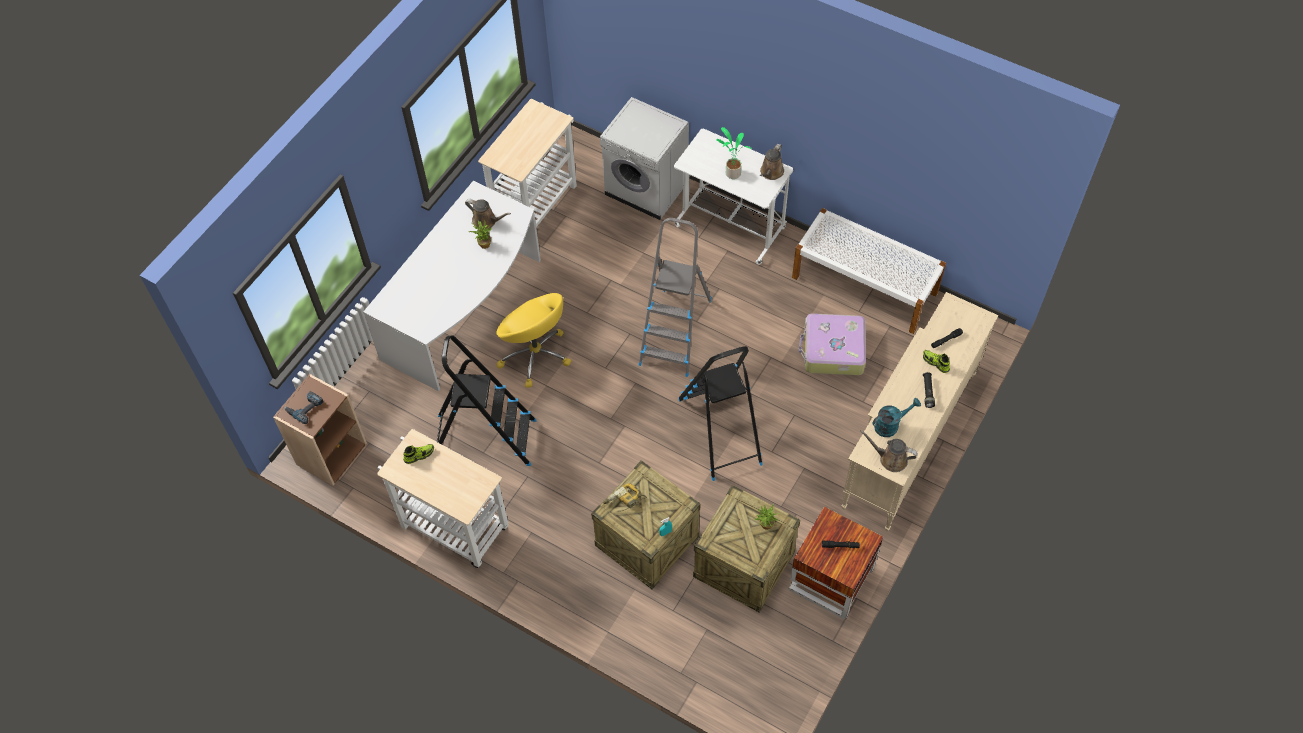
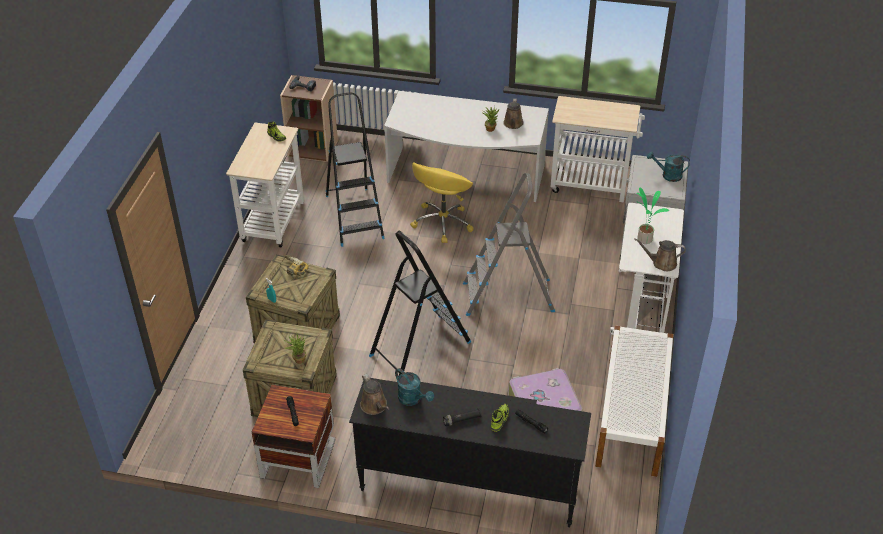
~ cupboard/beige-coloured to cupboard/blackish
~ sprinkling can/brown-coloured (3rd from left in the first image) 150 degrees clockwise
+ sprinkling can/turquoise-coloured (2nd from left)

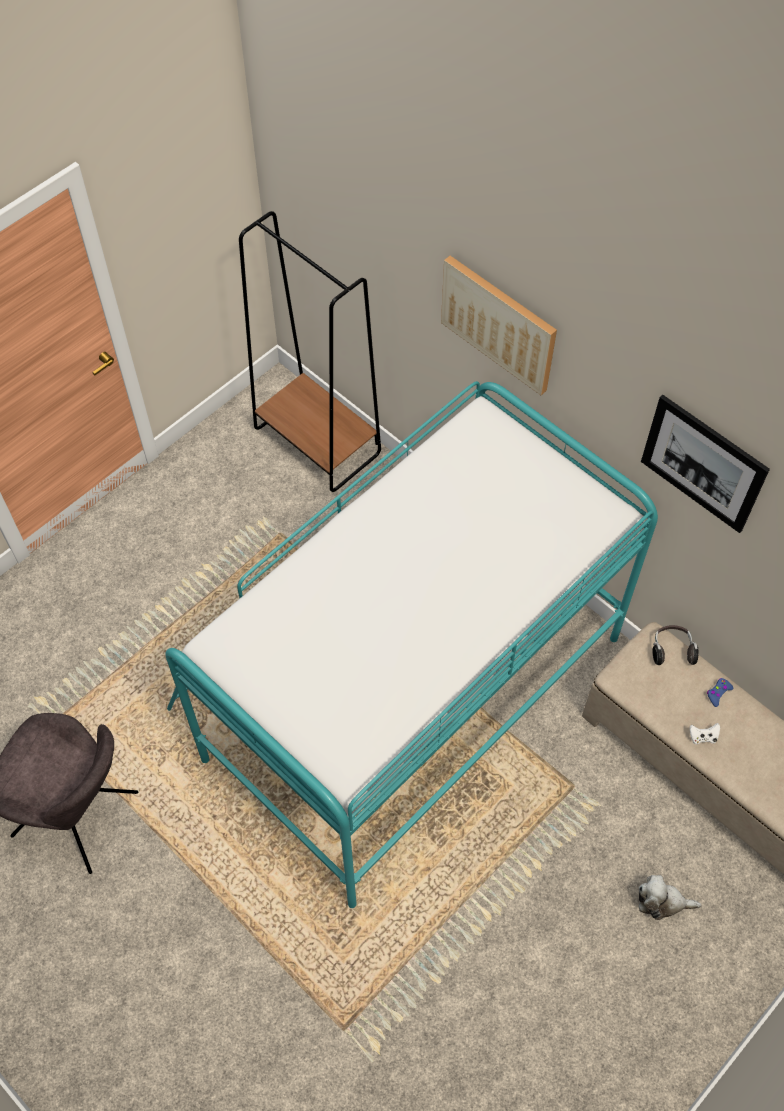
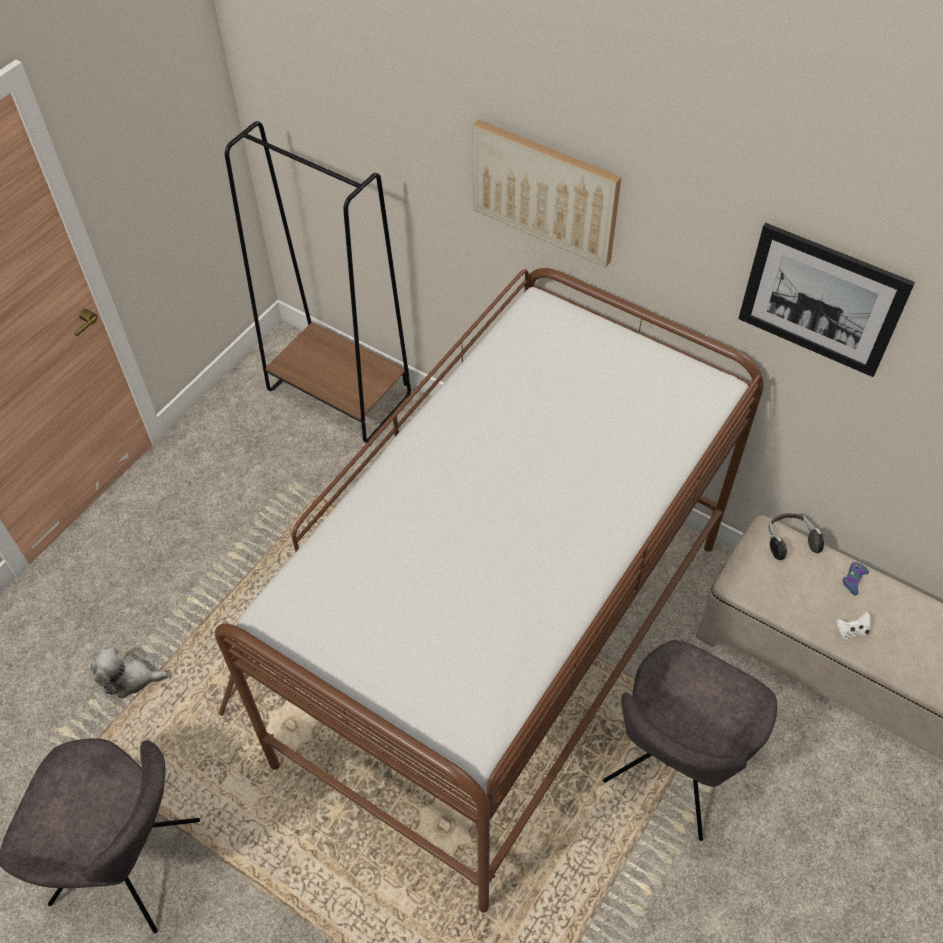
~ sleeping bed/turquoise-coloured to sleeping bed/brown-coloured
~ cuddly toy
+ chair/greyish (2nd from left)

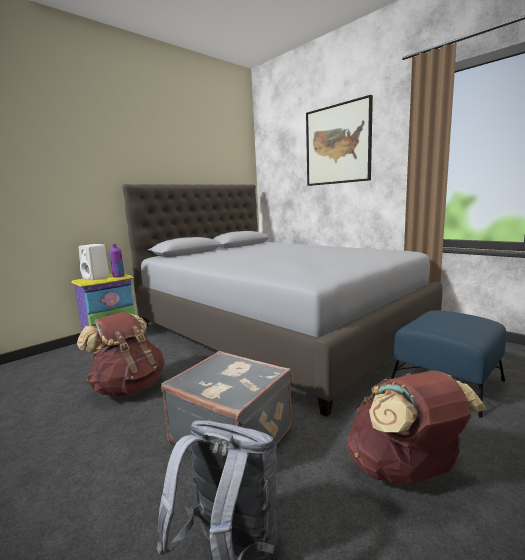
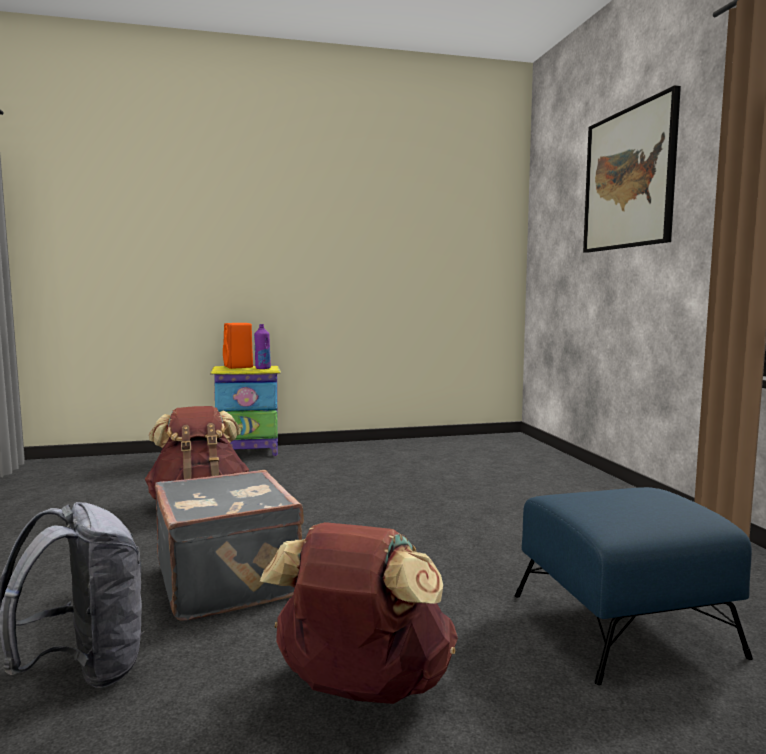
~ speaker/white to speaker/orange-coloured
- sleeping bed/greyish

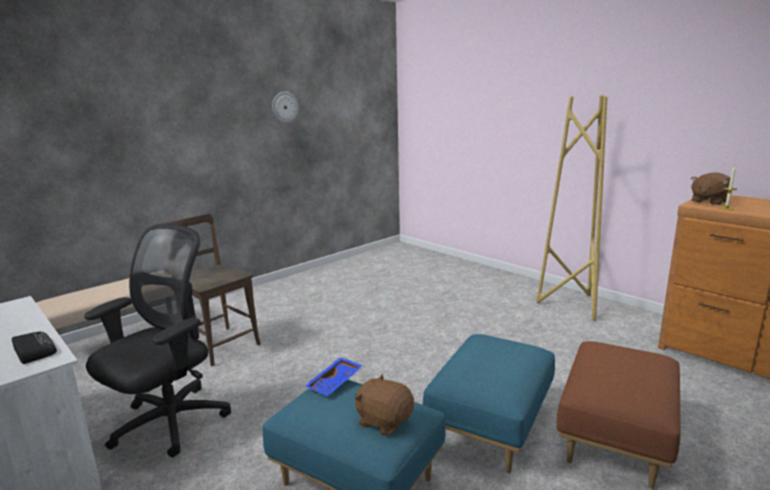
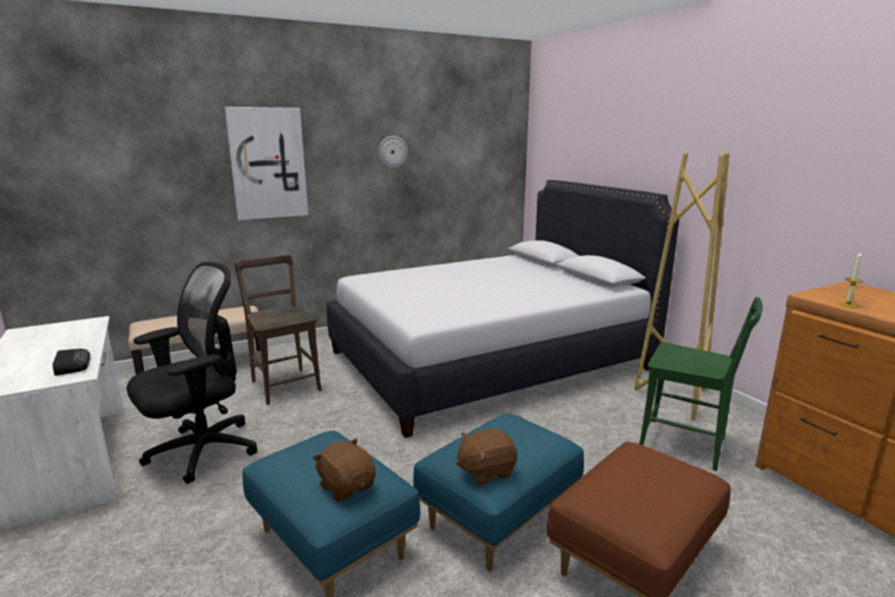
- carrying tray/blue-coloured
~ cuddly toy/brown-coloured (2nd from left)
+ wall picture
+ sleeping bed/white
+ chair/green-coloured

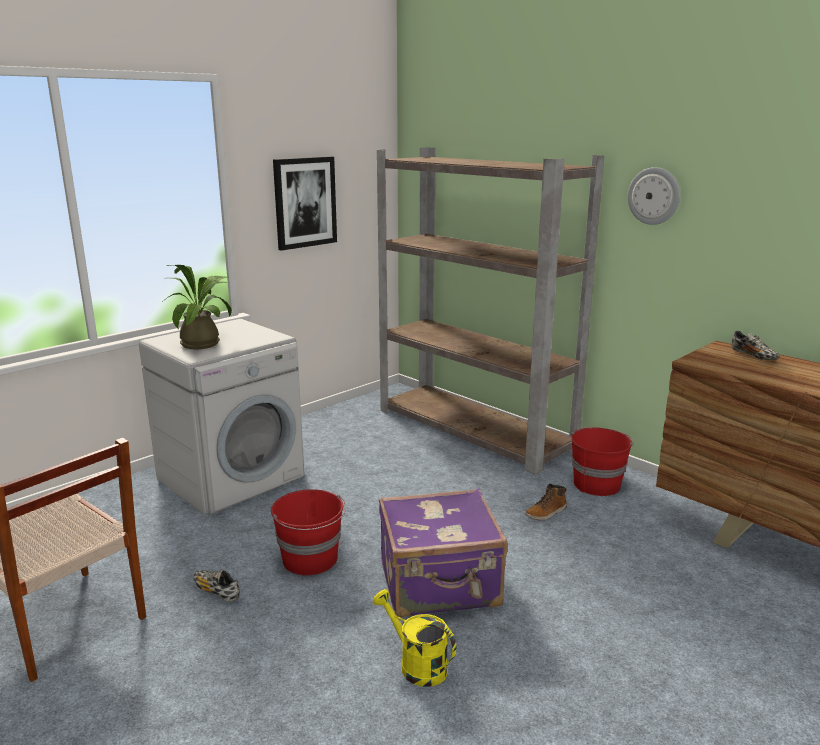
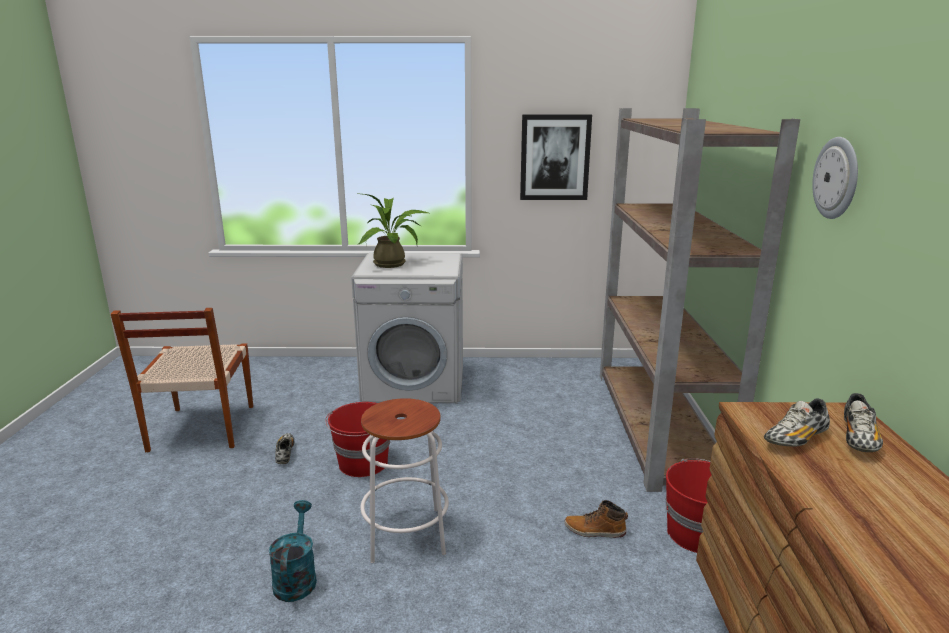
~ sprinkling can/yellowish to sprinkling can/turquoise-coloured
~ piece of luggage/purple to sitting stool/white
+ low shoe (2nd from left)

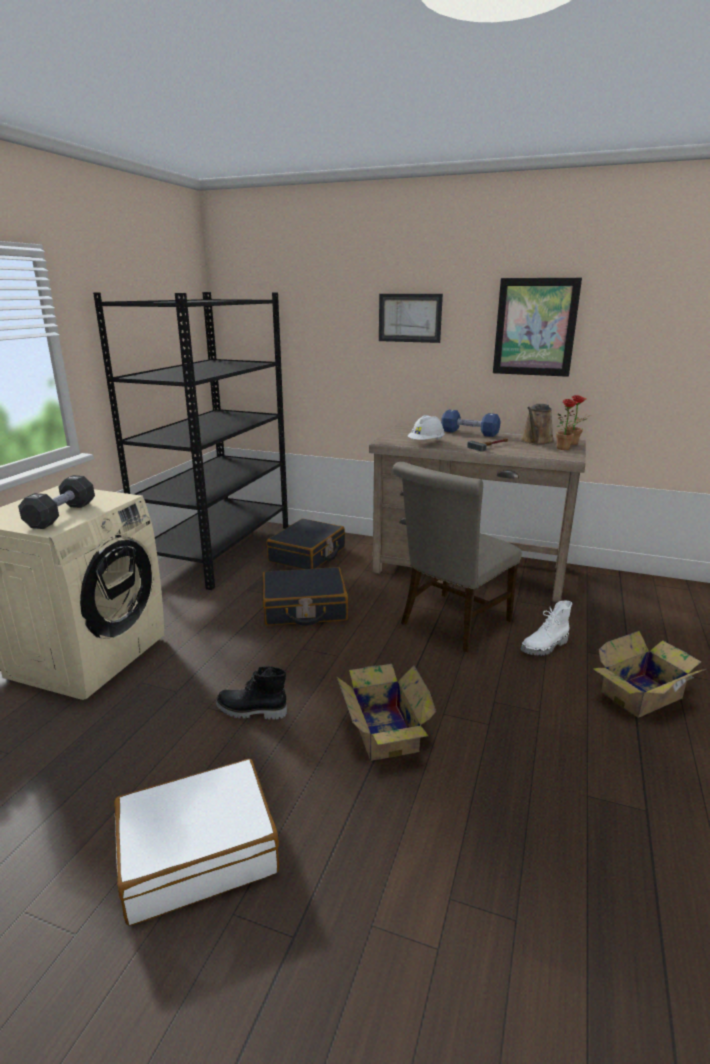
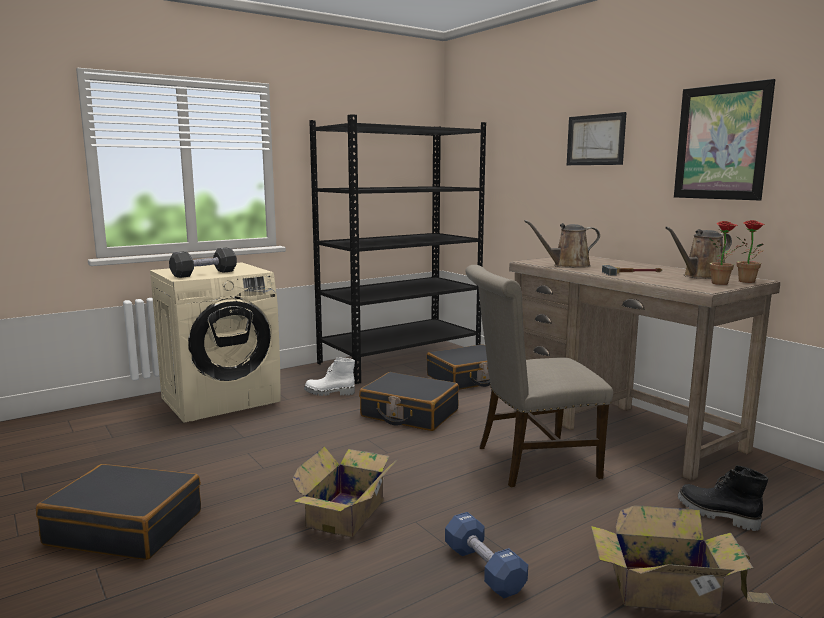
~ piece of luggage/white to piece of luggage/blackish (1st from left)
~ tall boot/blackish
~ safety helmet/white to sprinkling can/brown-coloured (1st from left)
~ free weight/blue-coloured
~ tall boot/white

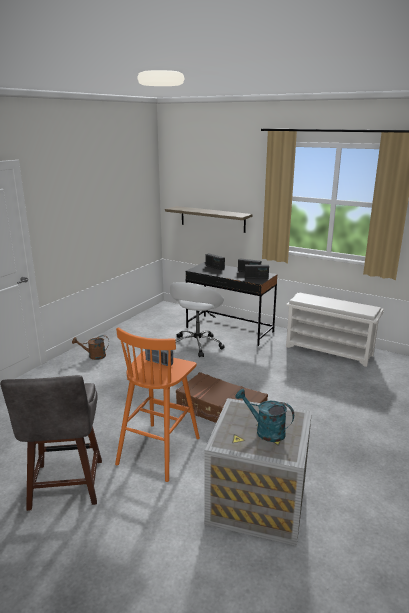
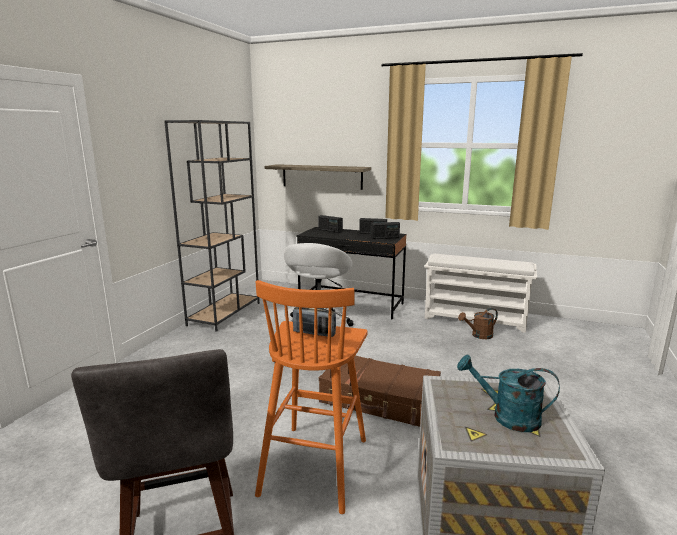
~ sprinkling can/brown-coloured
+ shelving unit

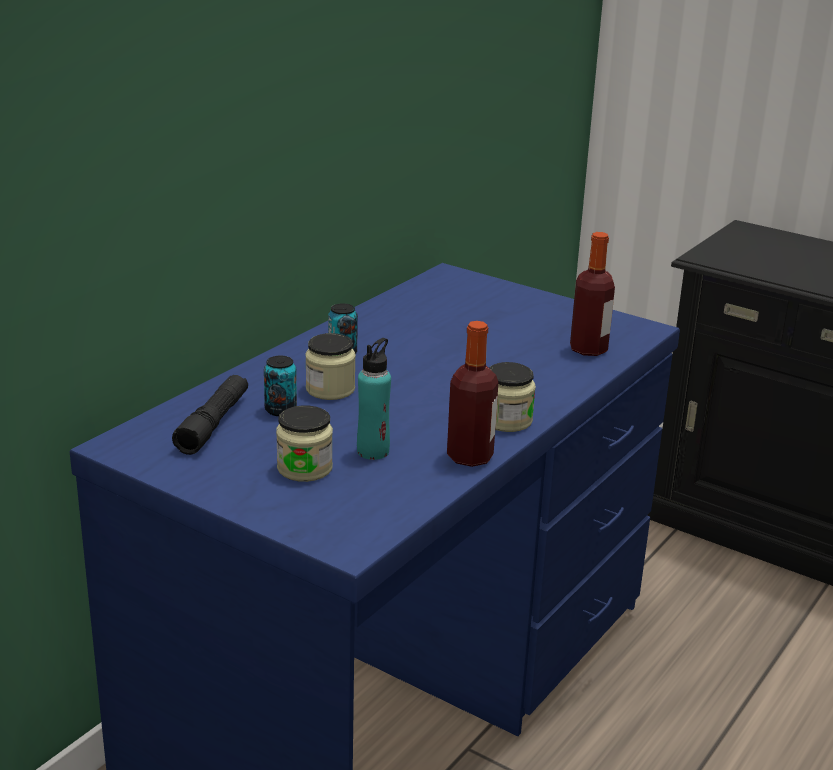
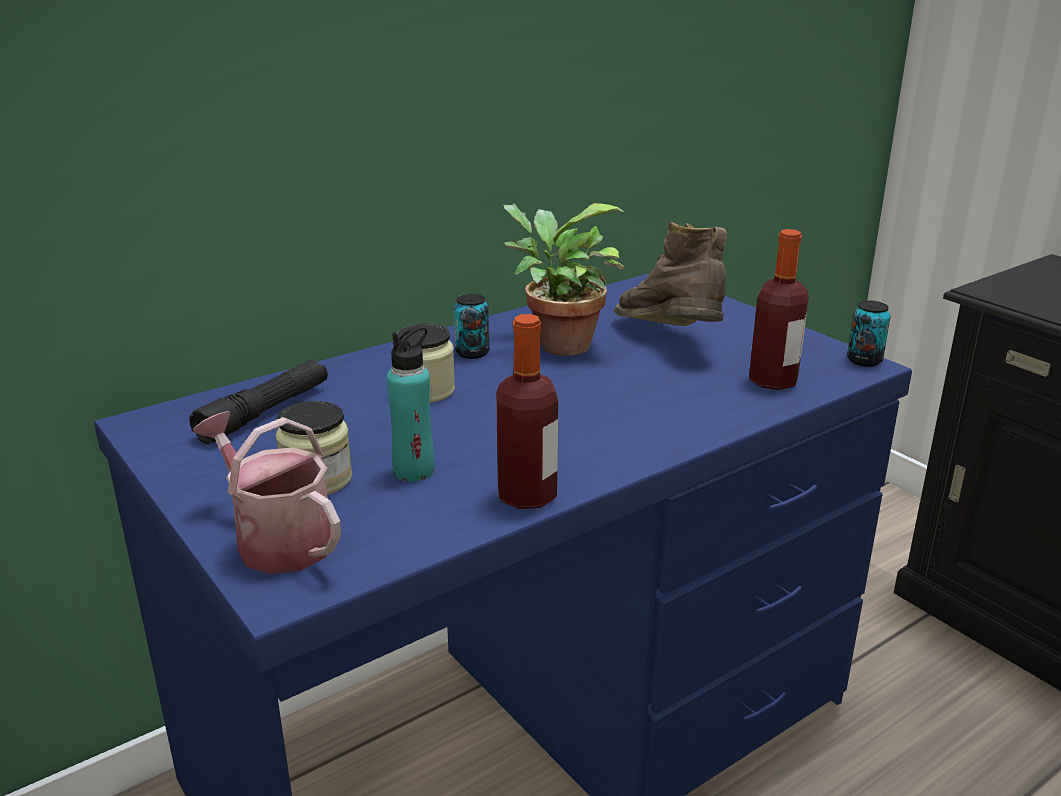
~ metal can (1st from left in the first image) to metal can (2nd from left)
- storage jar (3rd from left)
+ sprinkling can
+ plant in a pot
+ tall boot/brown-coloured

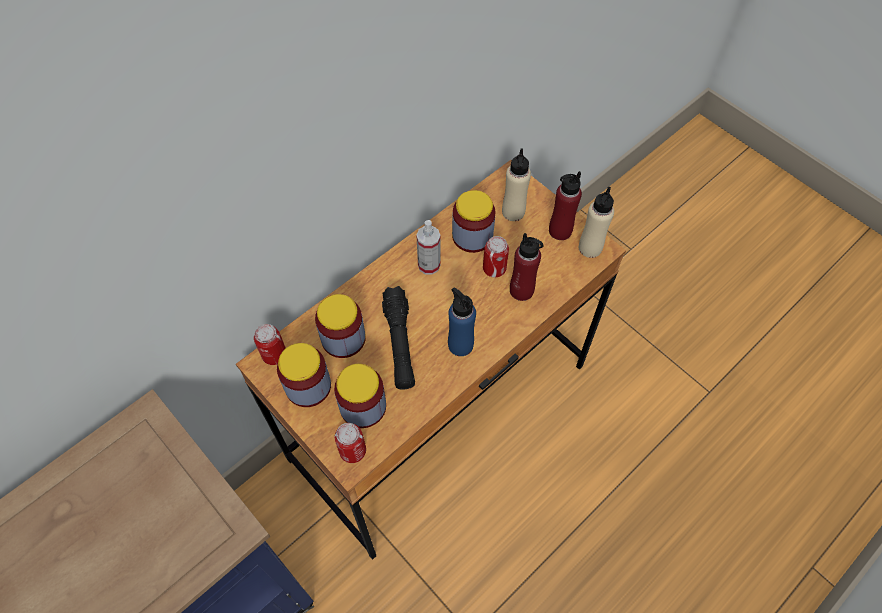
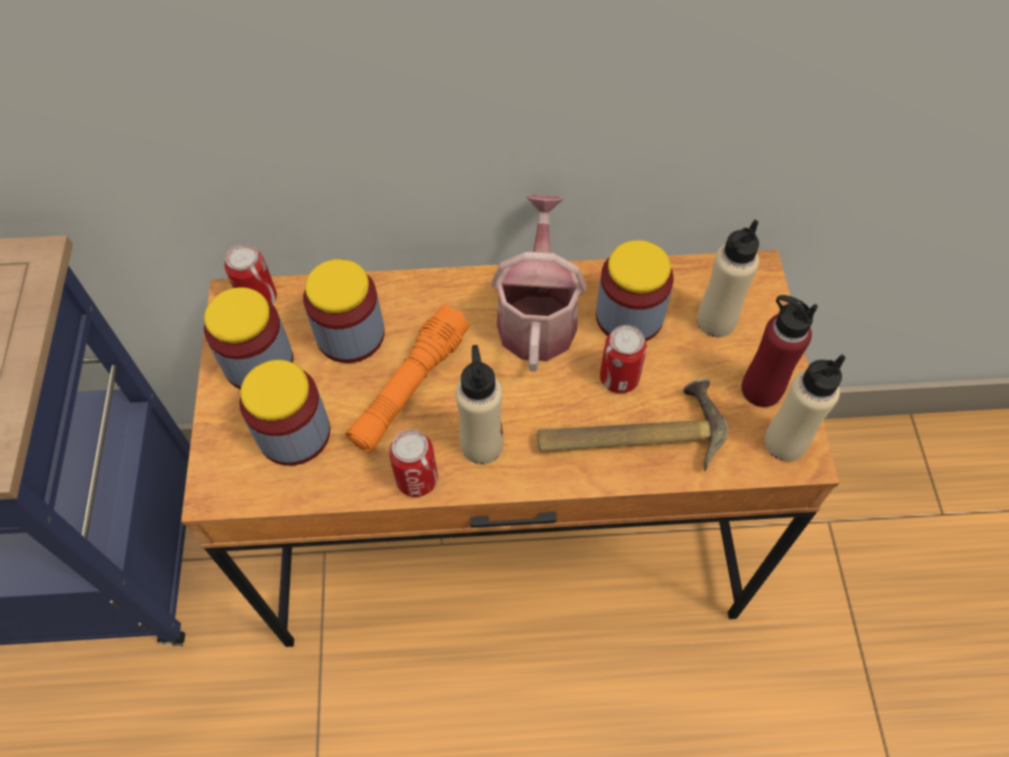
~ metal can (2nd from left)
~ hand torch/blackish to hand torch/orange-coloured
~ hand sprayer to sprinkling can
~ beverage bottle/blue-coloured to beverage bottle/beige-coloured (1st from left)
~ beverage bottle/red (1st from left) to hammer

